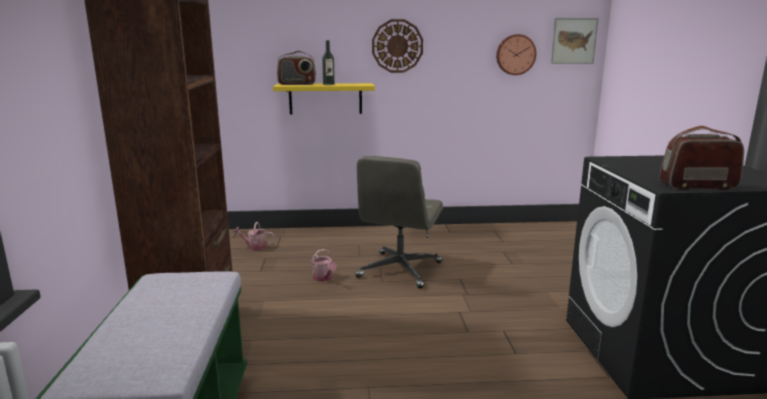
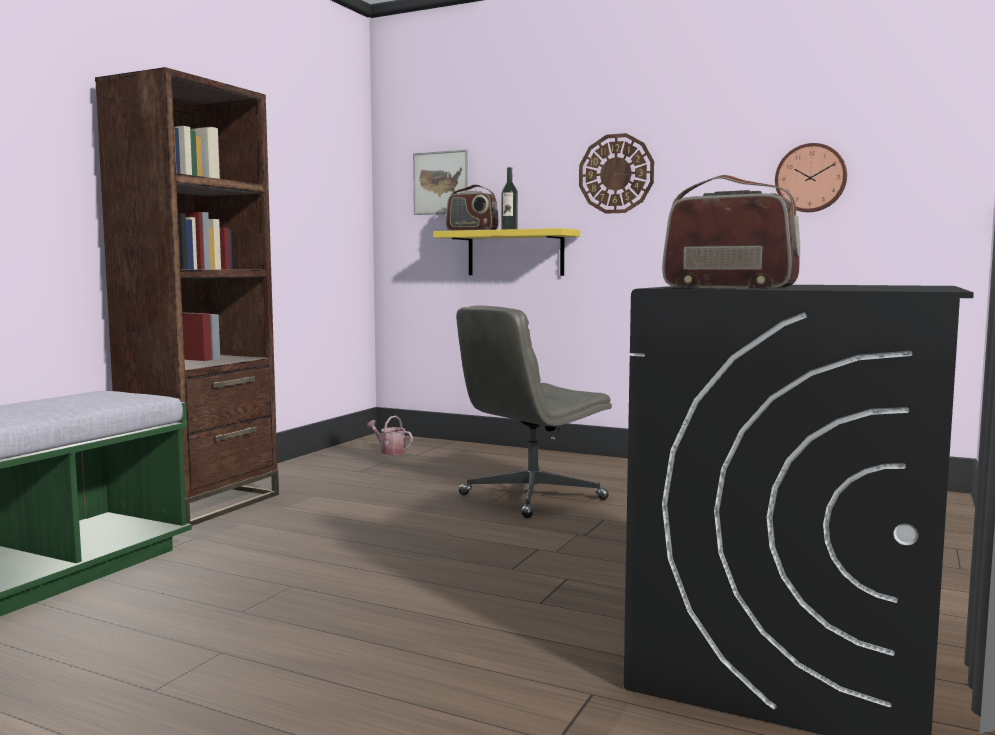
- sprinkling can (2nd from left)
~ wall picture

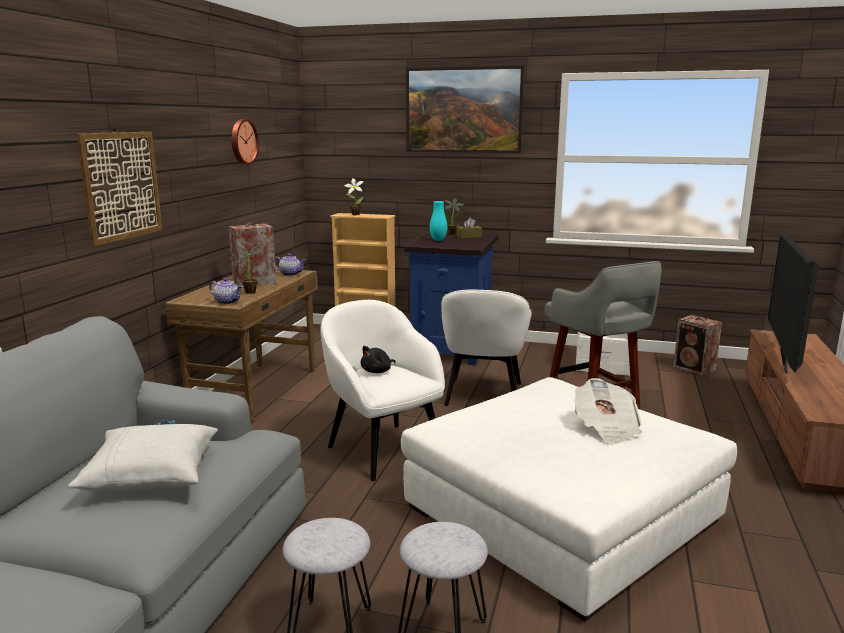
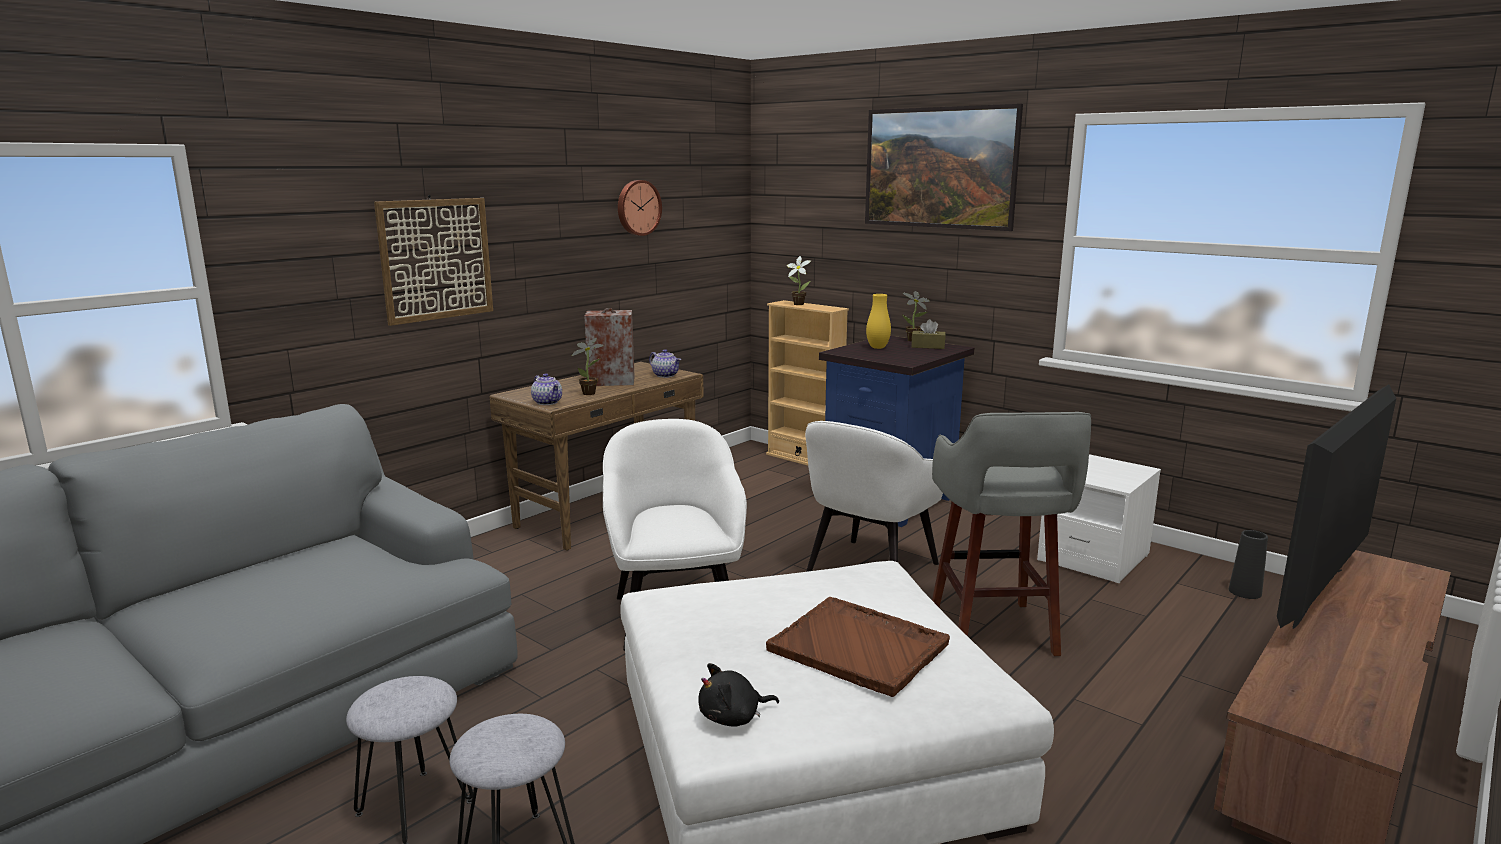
- cushion/greyish
~ cuddly toy/blackish
~ flower vase/turquoise-coloured to flower vase/yellowish
~ printed paper to carrying tray/brown-coloured
~ speaker (2nd from left) to flower vase/blackish

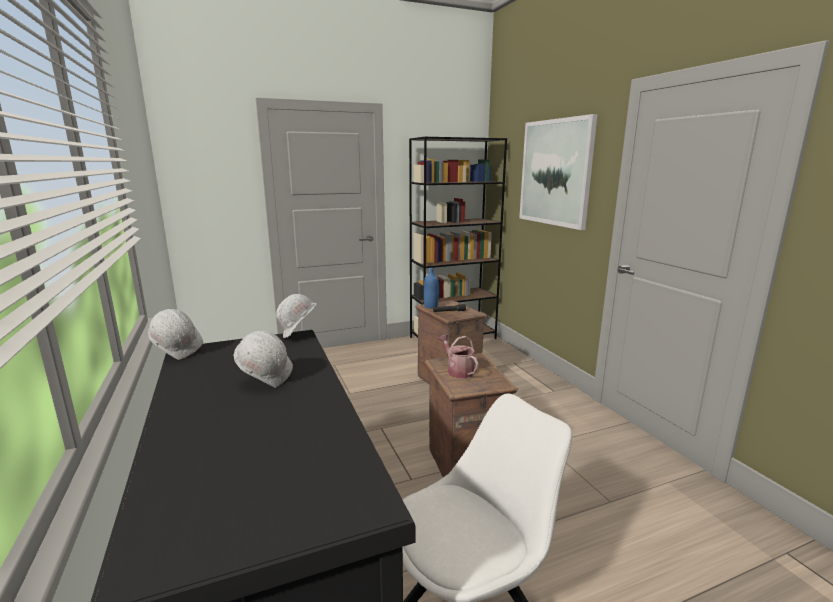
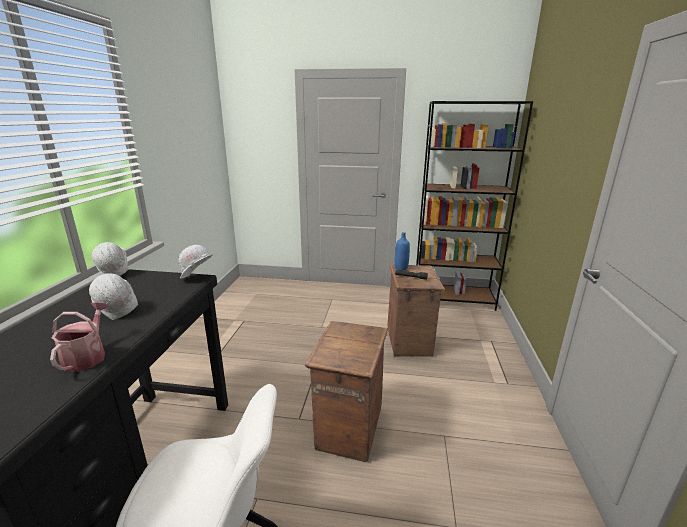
~ sprinkling can
- wall picture

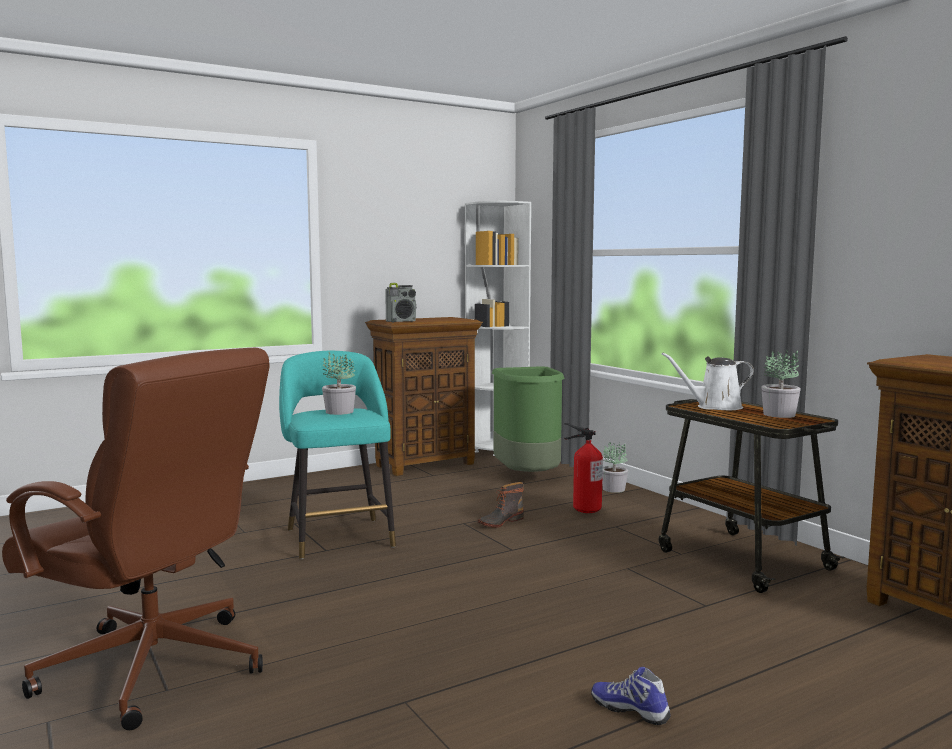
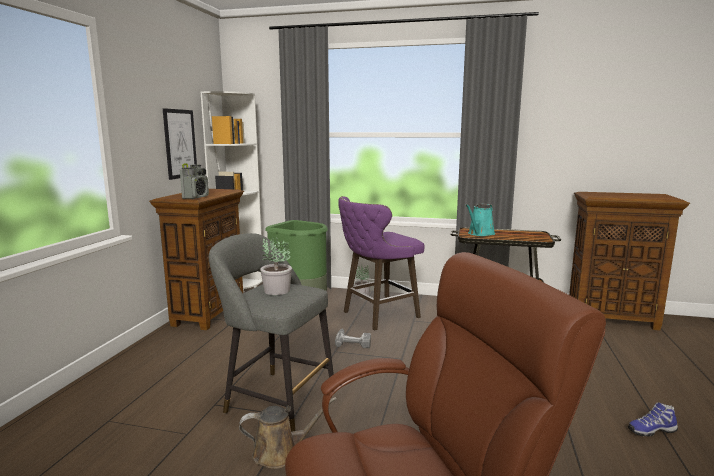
~ sitting stool/turquoise-coloured to sitting stool/greyish
~ tall boot to drill
~ fire extinguisher to sitting stool/purple
~ sprinkling can/white to sprinkling can/turquoise-coloured
- plant in a pot (3rd from left)
+ wall picture
+ sprinkling can/brown-coloured

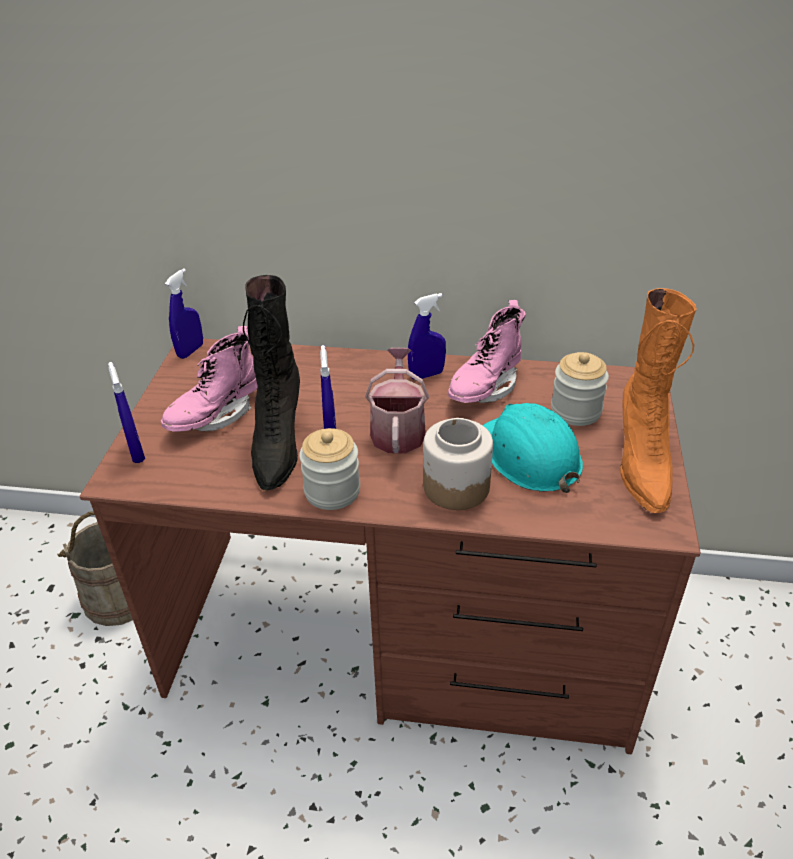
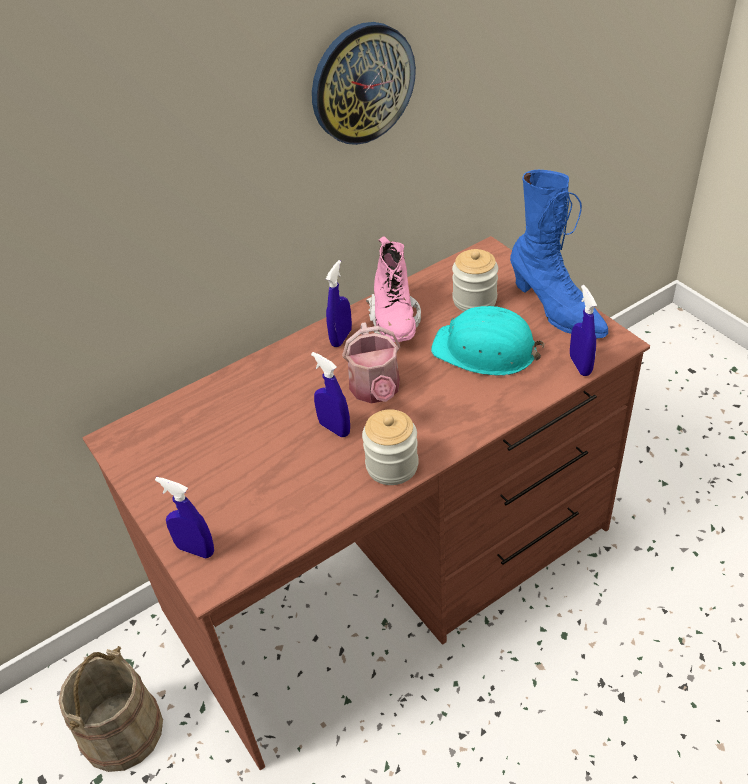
- tall boot/pink (1st from left)
~ hand sprayer/blue-coloured (2nd from left in the first image) to hand sprayer/blue-coloured (4th from left)
- tall boot/blackish
~ sprinkling can 150 degrees counterclockwise
- storage jar (2nd from left)
~ tall boot/orange-coloured to tall boot/blue-coloured
+ hanging clock

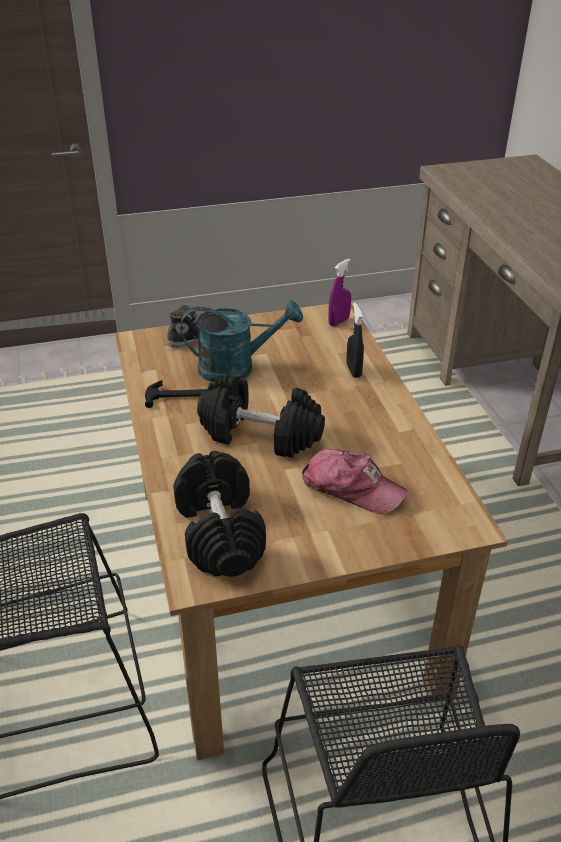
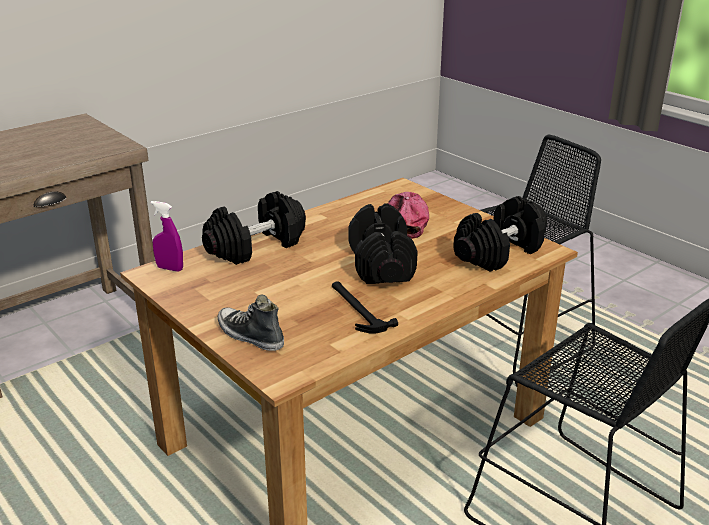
- sprinkling can/turquoise-coloured
~ hand sprayer/blackish to free weight/blackish (1st from left)

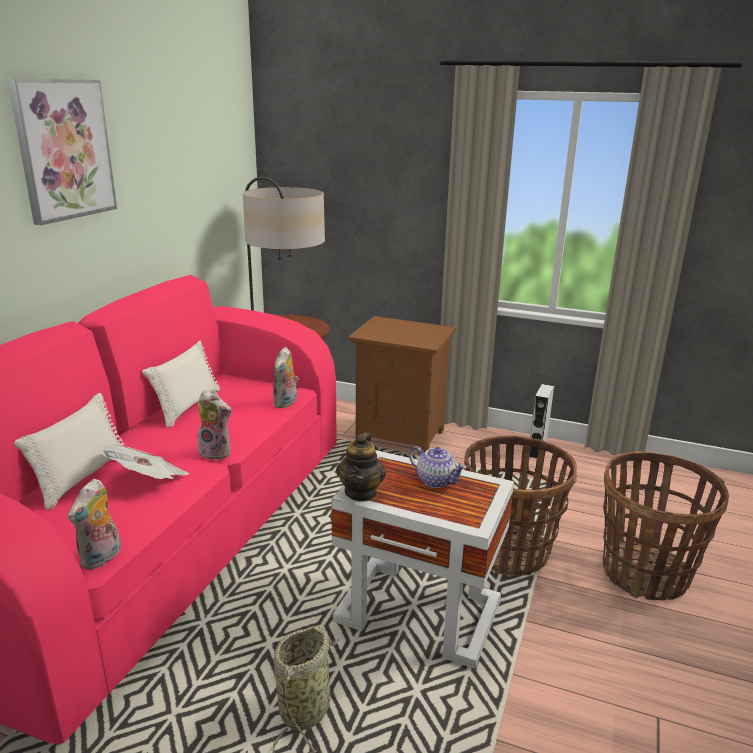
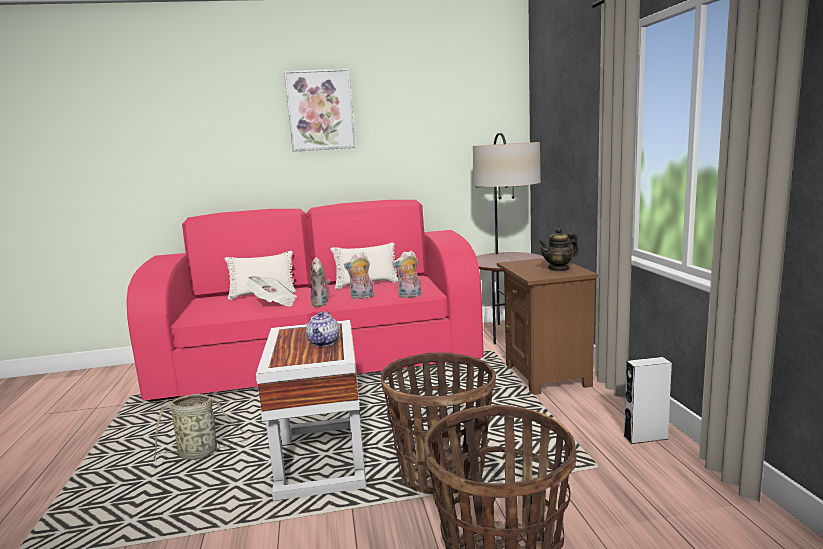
~ cuddly toy (1st from left in the first image) to cuddly toy (2nd from left)
~ tea pot (1st from left in the first image) to tea pot (2nd from left)

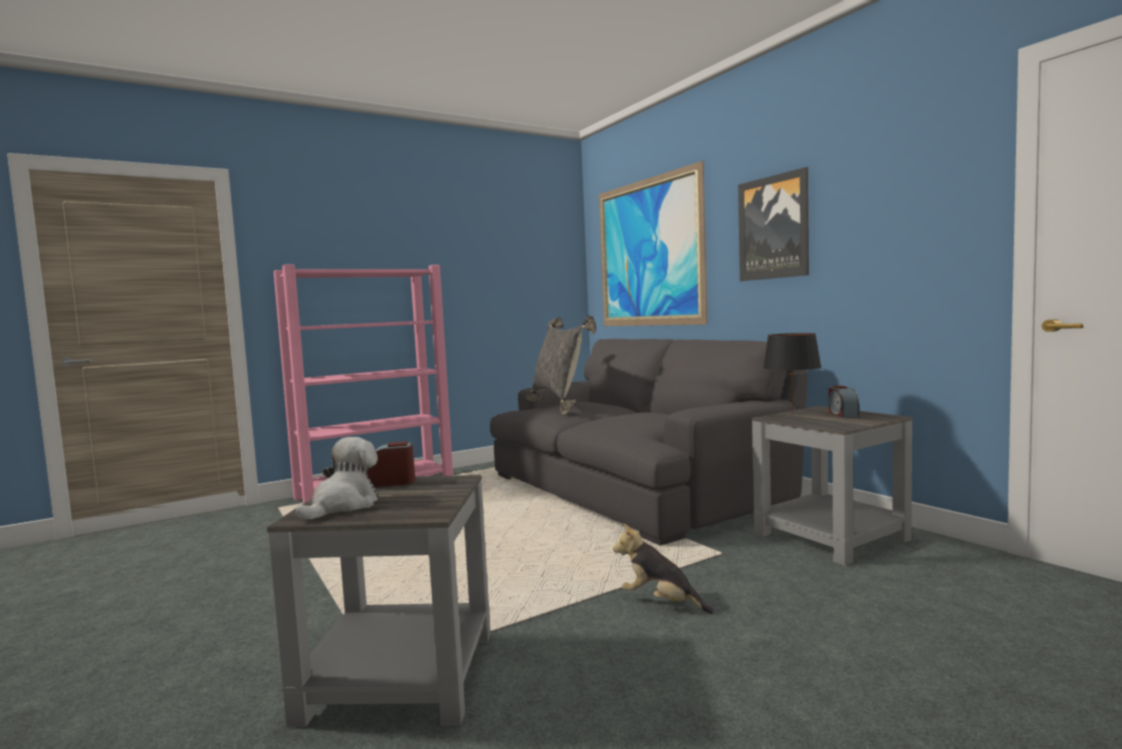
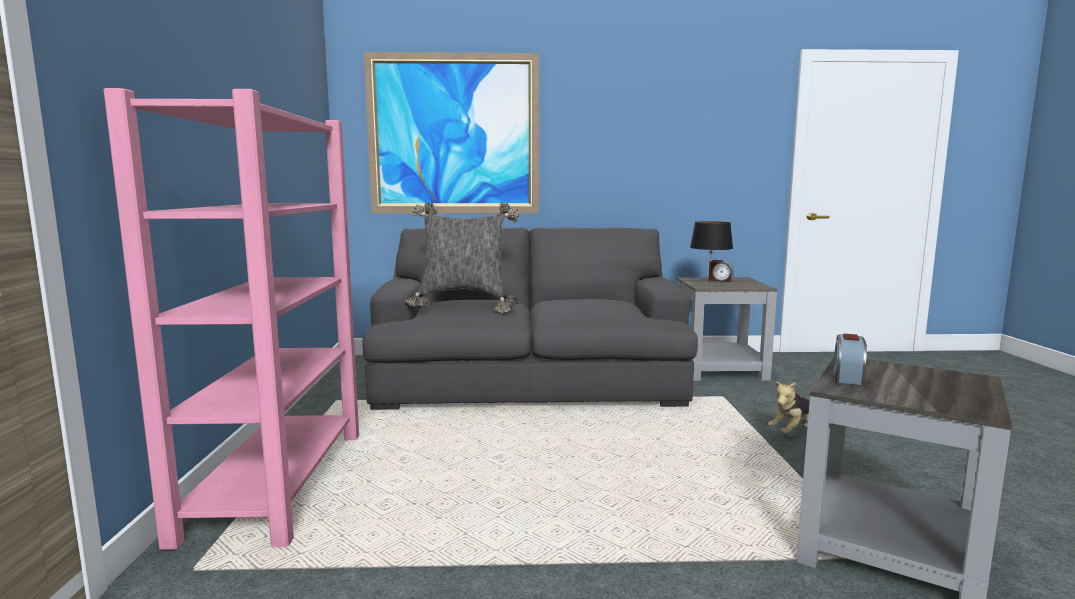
- cuddly toy (1st from left)
- wall picture (2nd from left)

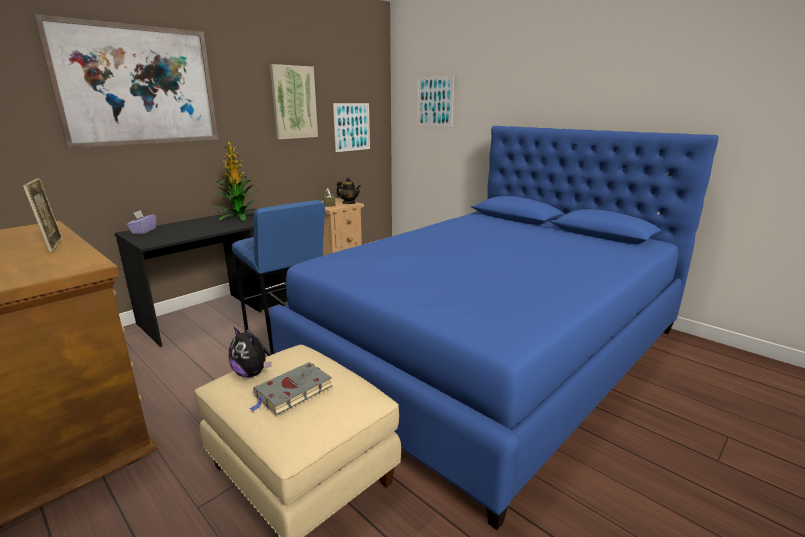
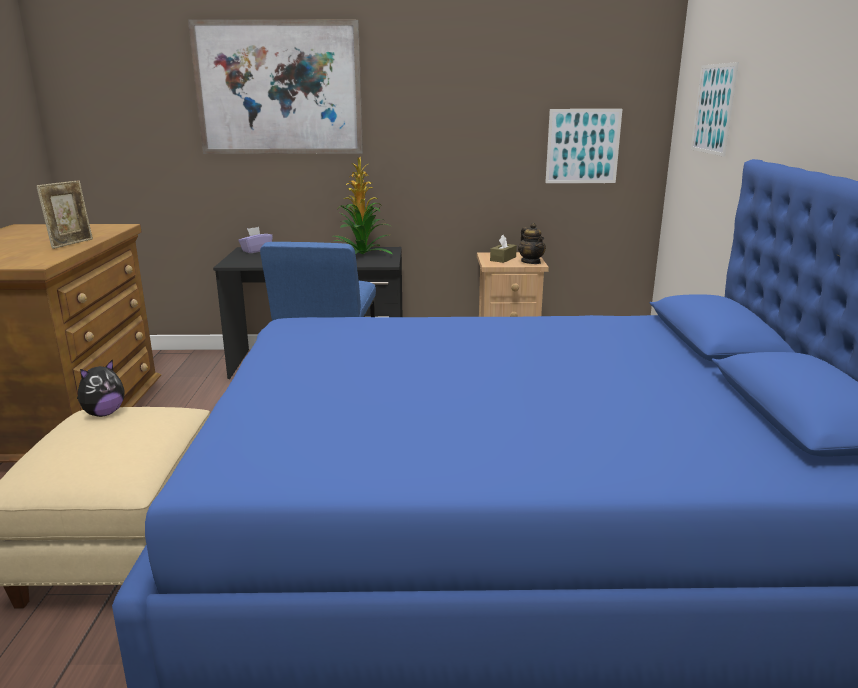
~ cuddly toy 135 degrees counterclockwise
- volume/greyish
- wall picture (2nd from left)

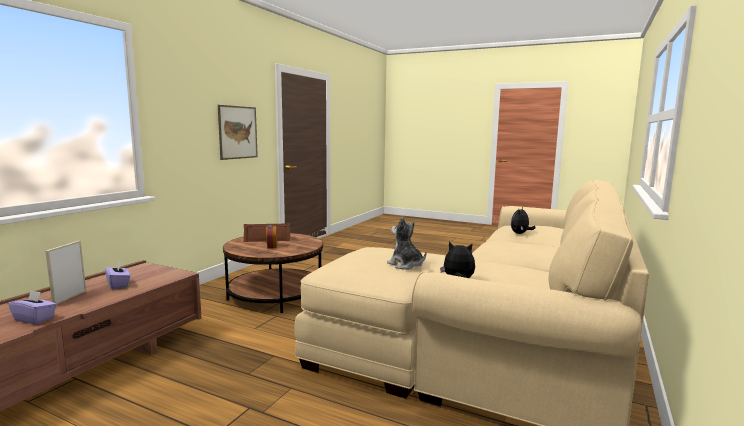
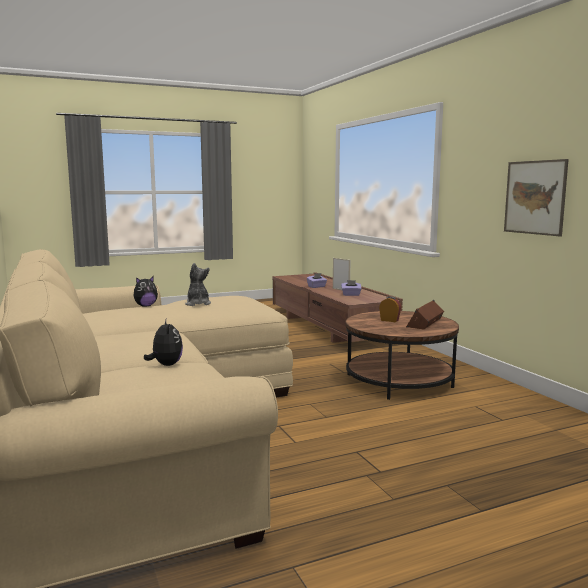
~ cuddly toy (1st from left in the first image) 105 degrees counterclockwise

